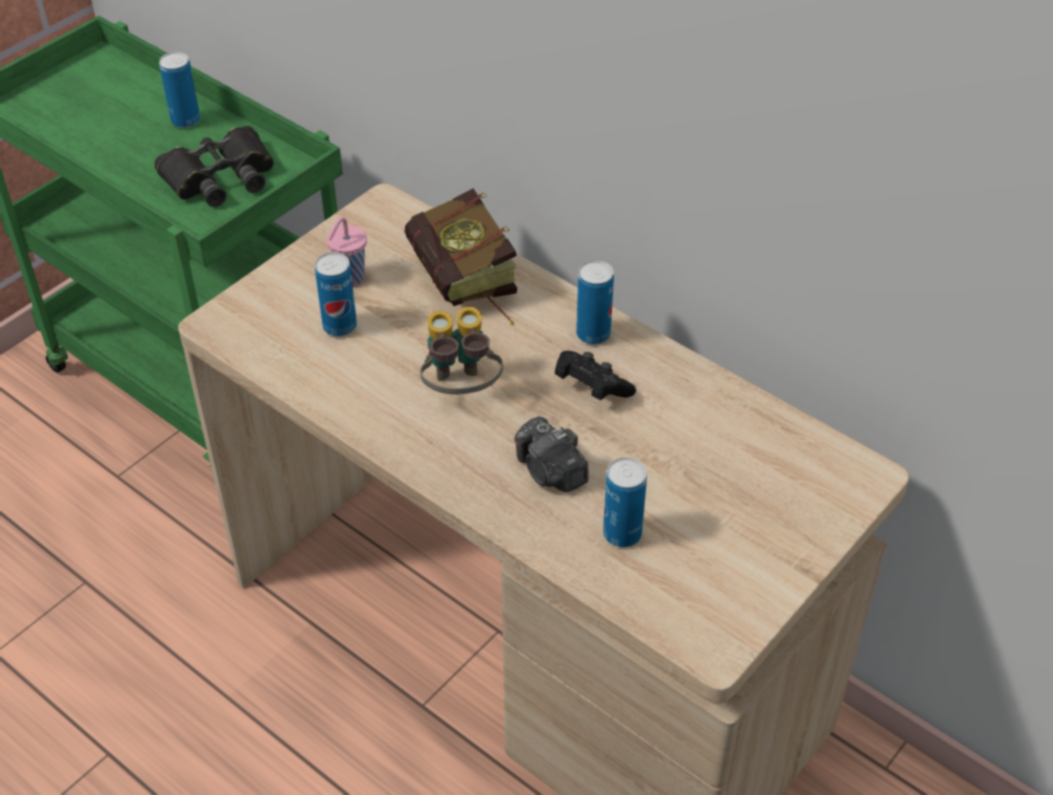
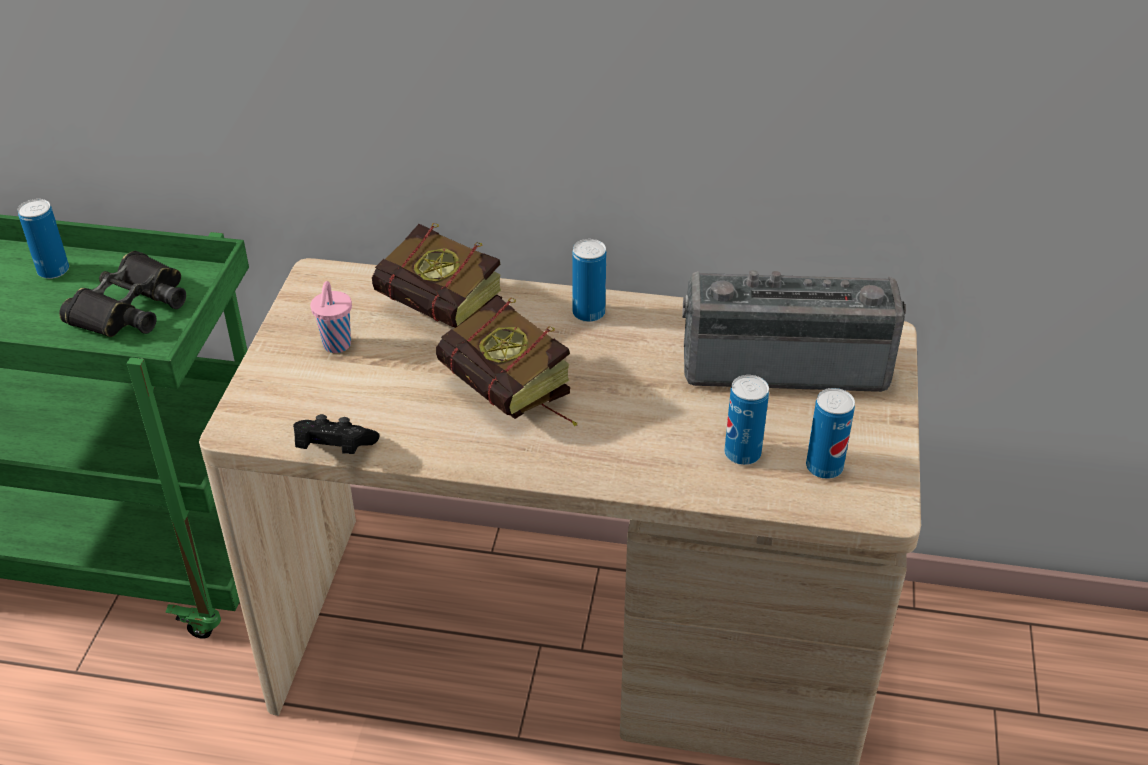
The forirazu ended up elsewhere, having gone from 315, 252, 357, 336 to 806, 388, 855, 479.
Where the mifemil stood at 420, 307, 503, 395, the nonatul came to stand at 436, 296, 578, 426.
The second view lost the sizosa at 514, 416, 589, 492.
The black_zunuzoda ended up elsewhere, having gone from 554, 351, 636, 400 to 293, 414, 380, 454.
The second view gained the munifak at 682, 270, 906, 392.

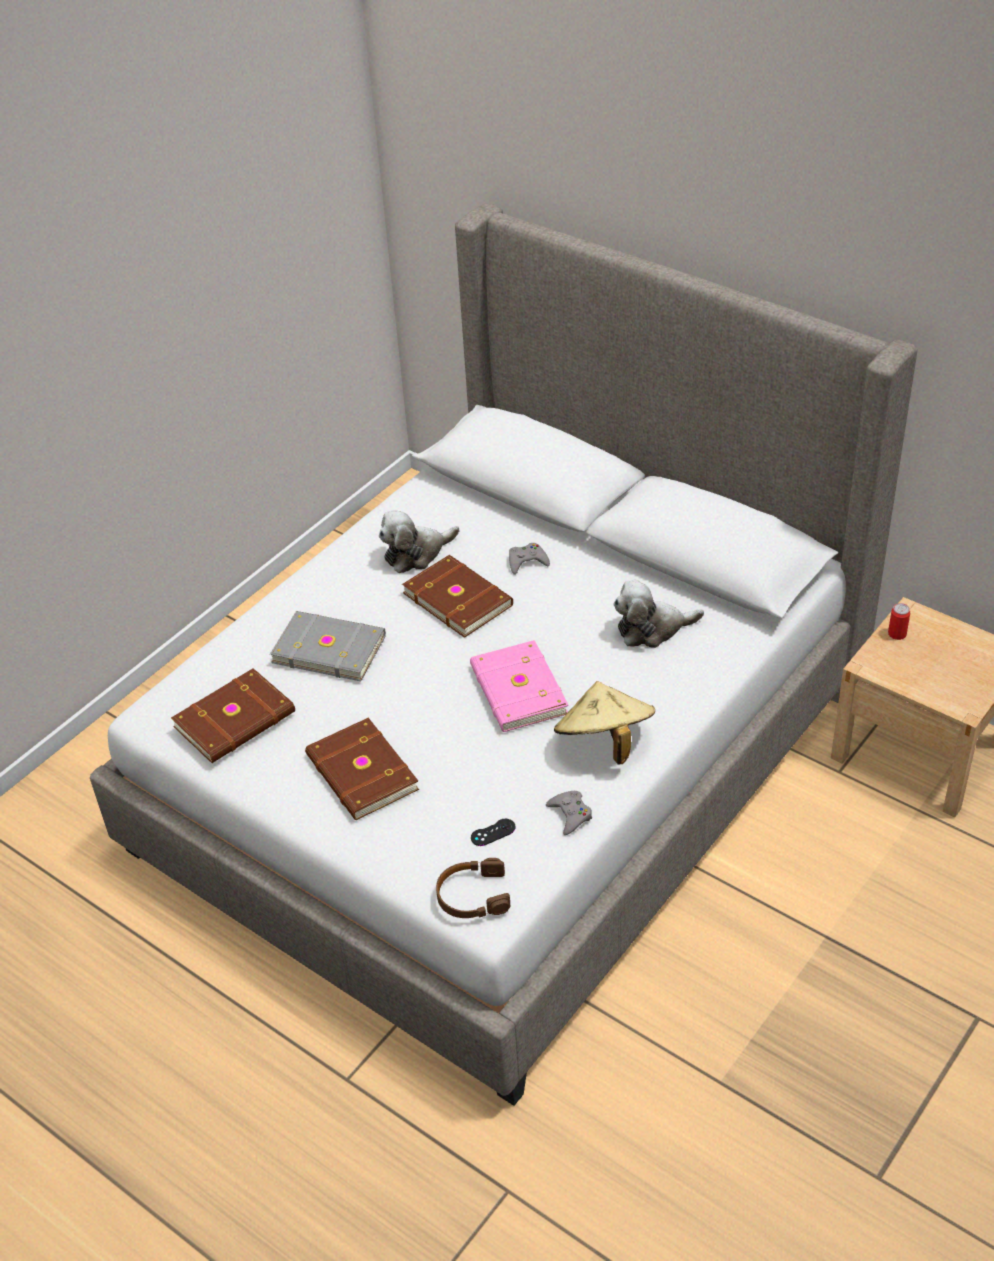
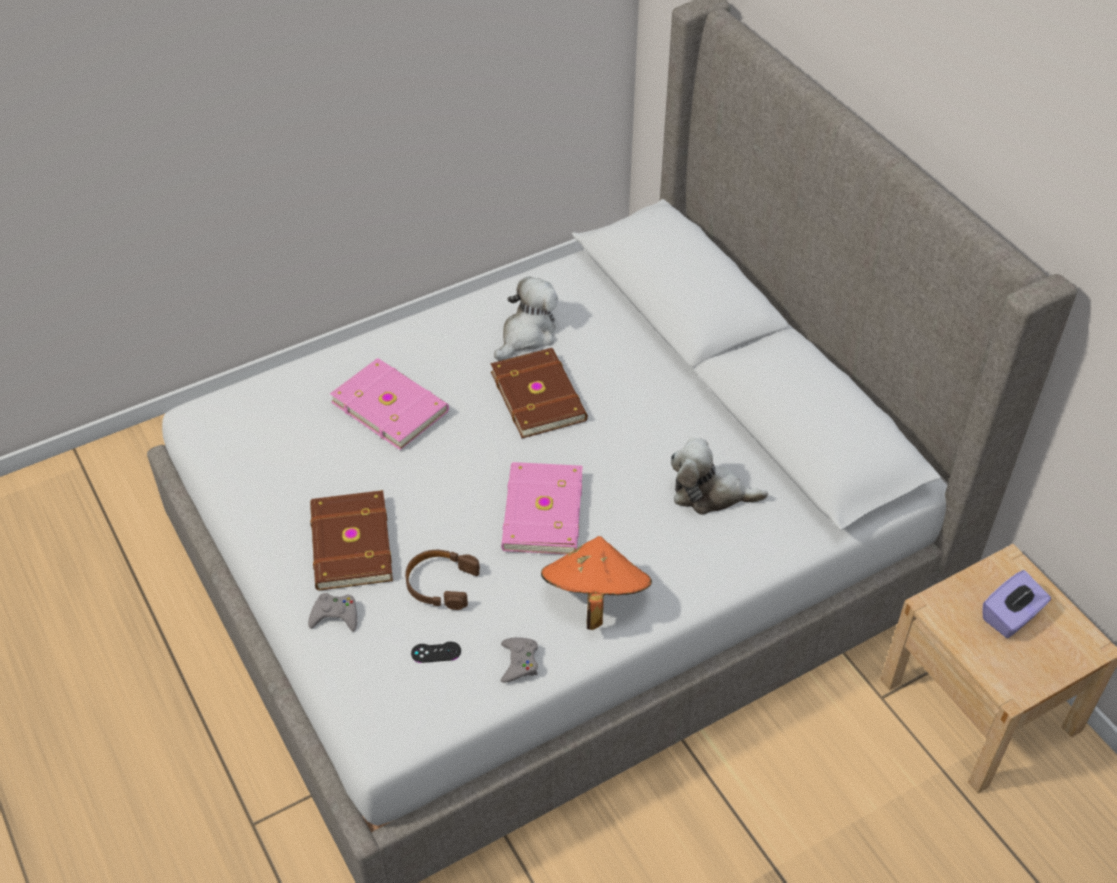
The second view lost the brown_nonatul at 171, 668, 295, 763.
What was the grey_nonatul at 270, 611, 386, 681 turned into the pink_nonatul at 330, 358, 449, 450.
The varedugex at 379, 510, 459, 573 ended up facing another way, 135 degrees clockwise from before.
The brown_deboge ended up elsewhere, having gone from 436, 858, 510, 918 to 405, 550, 480, 610.
The grey_zunuzoda ended up elsewhere, having gone from 509, 543, 550, 575 to 308, 593, 357, 632.
What was the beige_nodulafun at 554, 681, 655, 765 turned into the orange_nodulafun at 541, 536, 652, 630.
The second view lost the forirazu at 888, 603, 910, 640.
The second view gained the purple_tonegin at 982, 570, 1051, 638.

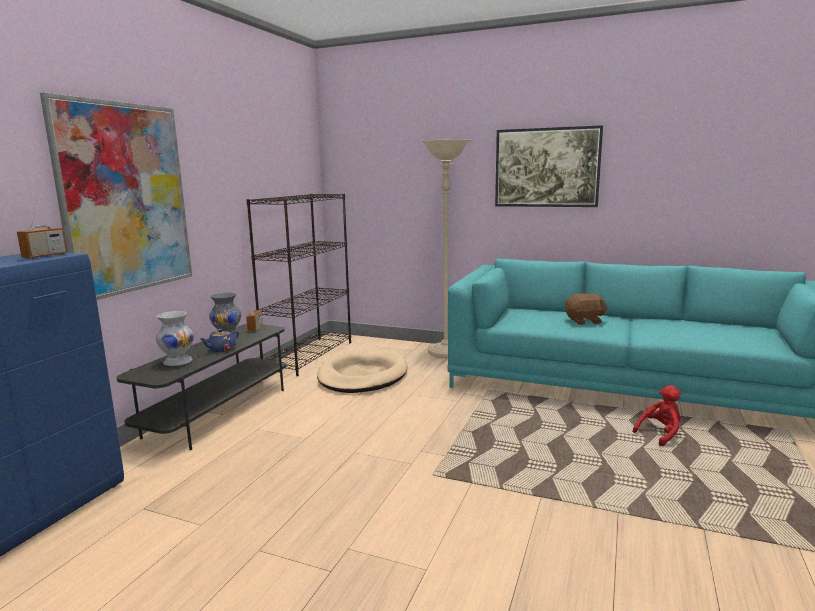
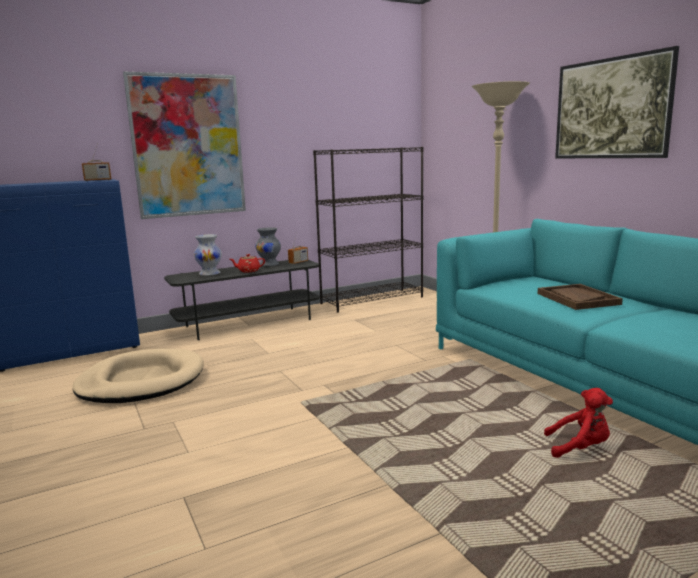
What was the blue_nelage at 200, 329, 239, 352 turned into the red_nelage at 230, 254, 265, 273.
The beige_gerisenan ended up elsewhere, having gone from 317, 349, 407, 393 to 72, 349, 203, 403.
Where the brown_varedugex stood at 565, 293, 607, 325, the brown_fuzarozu came to stand at 538, 284, 623, 310.

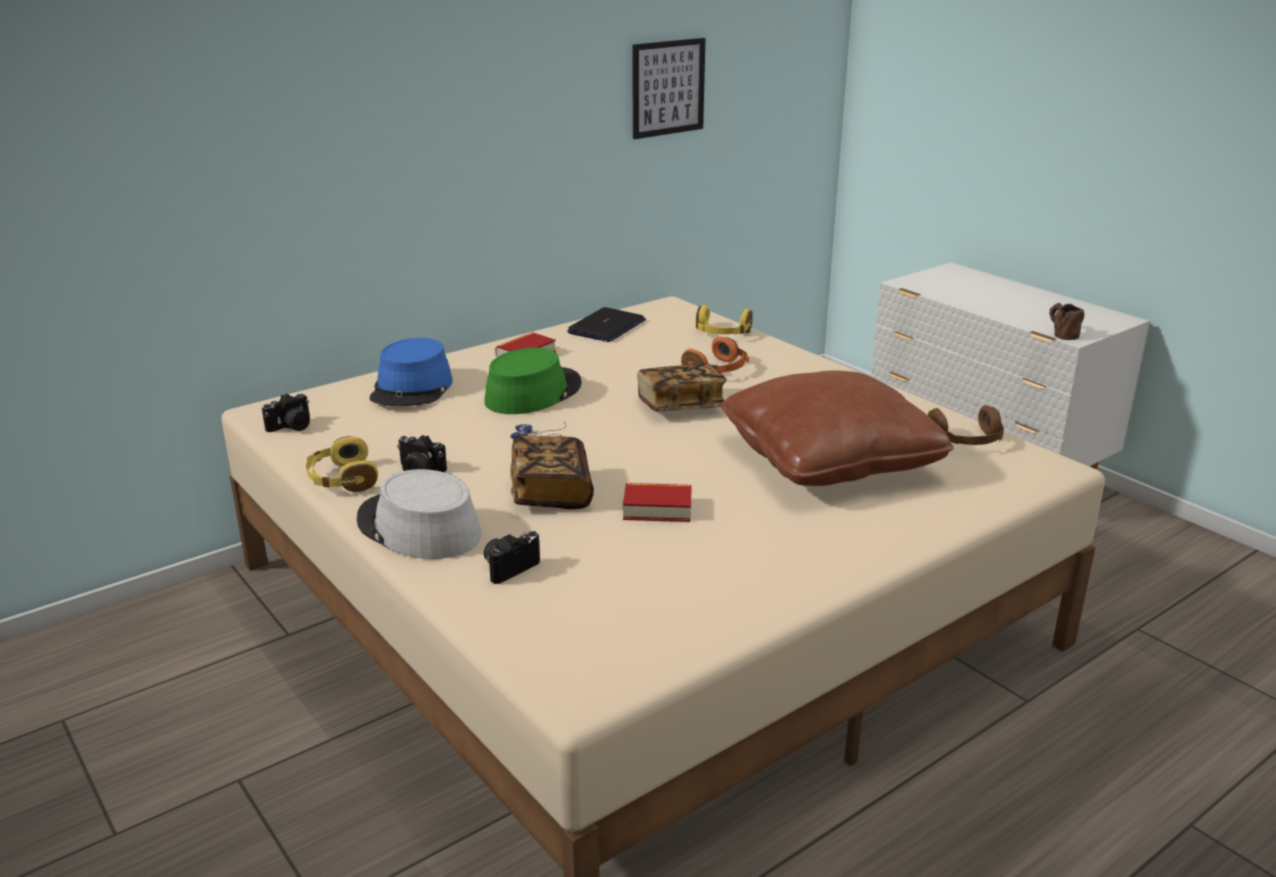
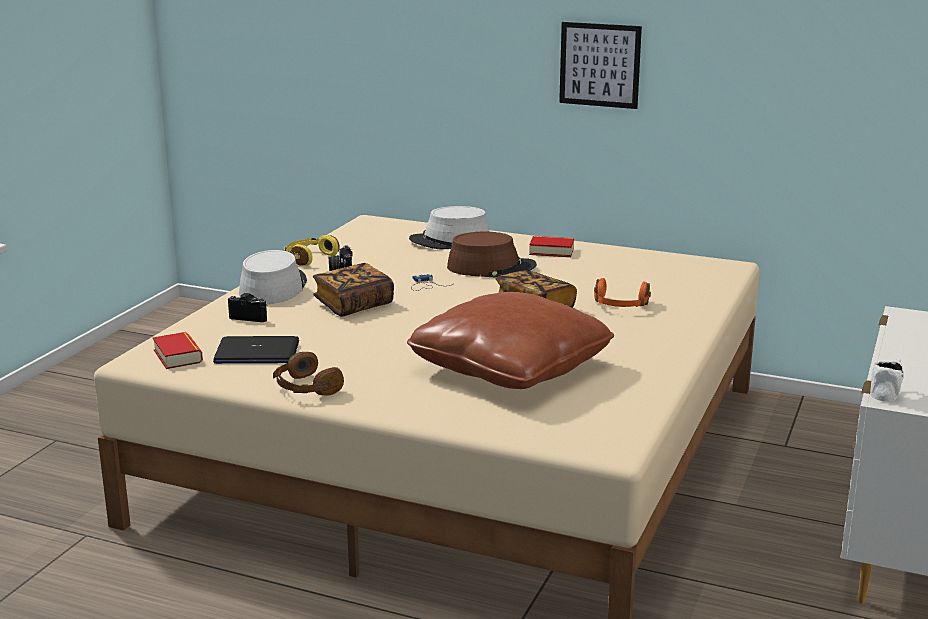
The second view lost the sizosa at 262, 393, 310, 432.
What was the blue_nodulafun at 370, 338, 453, 406 turned into the grey_nodulafun at 409, 206, 489, 249.
What was the green_nodulafun at 484, 348, 582, 414 turned into the brown_nodulafun at 447, 232, 537, 277.
The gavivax ended up elsewhere, having gone from 567, 307, 646, 342 to 213, 336, 299, 364.
The nonatul ended up elsewhere, having gone from 623, 483, 692, 522 to 153, 332, 203, 369.
The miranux ended up elsewhere, having gone from 633, 38, 706, 139 to 559, 22, 642, 109.
The second view lost the yellow_deboge at 695, 305, 753, 335.
The brown_deboge ended up elsewhere, having gone from 928, 405, 1004, 445 to 273, 352, 344, 396.
What was the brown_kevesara at 1049, 303, 1085, 340 turned into the white_kevesara at 870, 359, 904, 402.

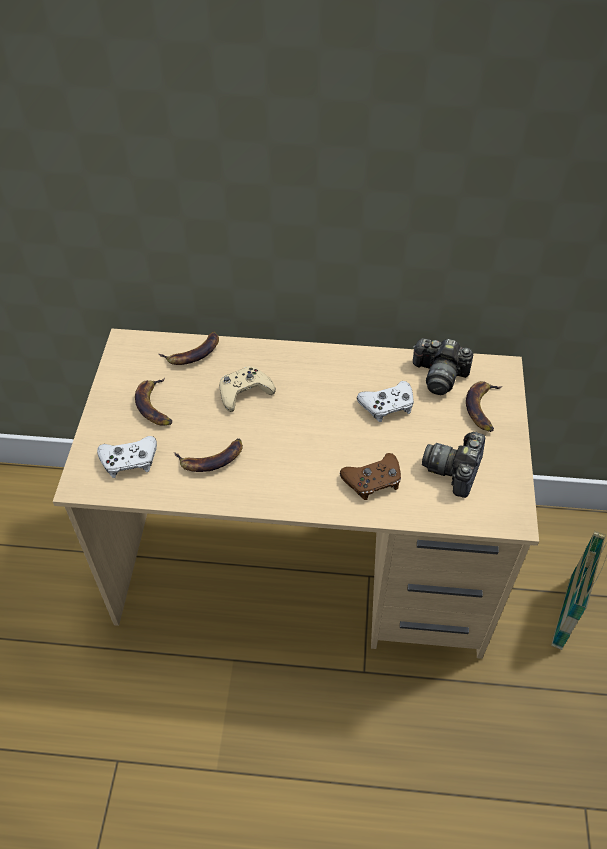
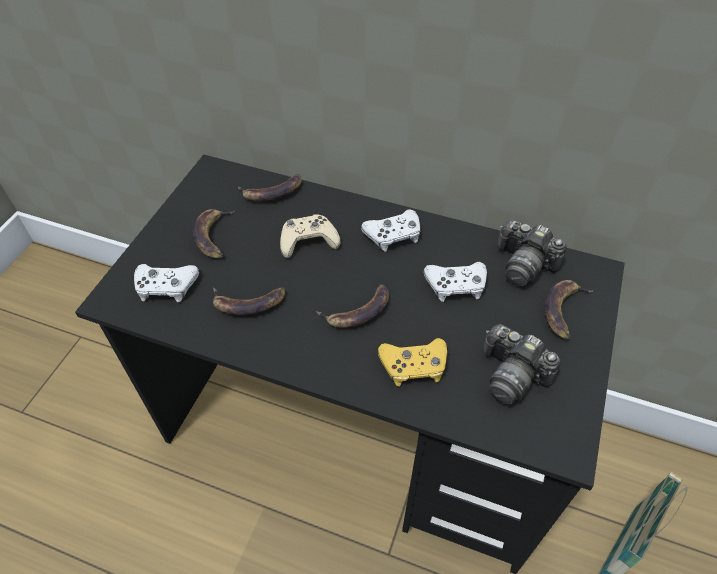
What was the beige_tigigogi at 53, 329, 539, 659 turned into the black_tigigogi at 75, 154, 625, 574.
What was the brown_zunuzoda at 340, 453, 401, 500 turned into the yellow_zunuzoda at 378, 338, 447, 386.
The sizosa at 422, 431, 485, 498 ended up facing another way, 90 degrees counterclockwise from before.
The second view gained the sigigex at 316, 284, 389, 328.
The second view gained the white_zunuzoda at 361, 209, 420, 251.

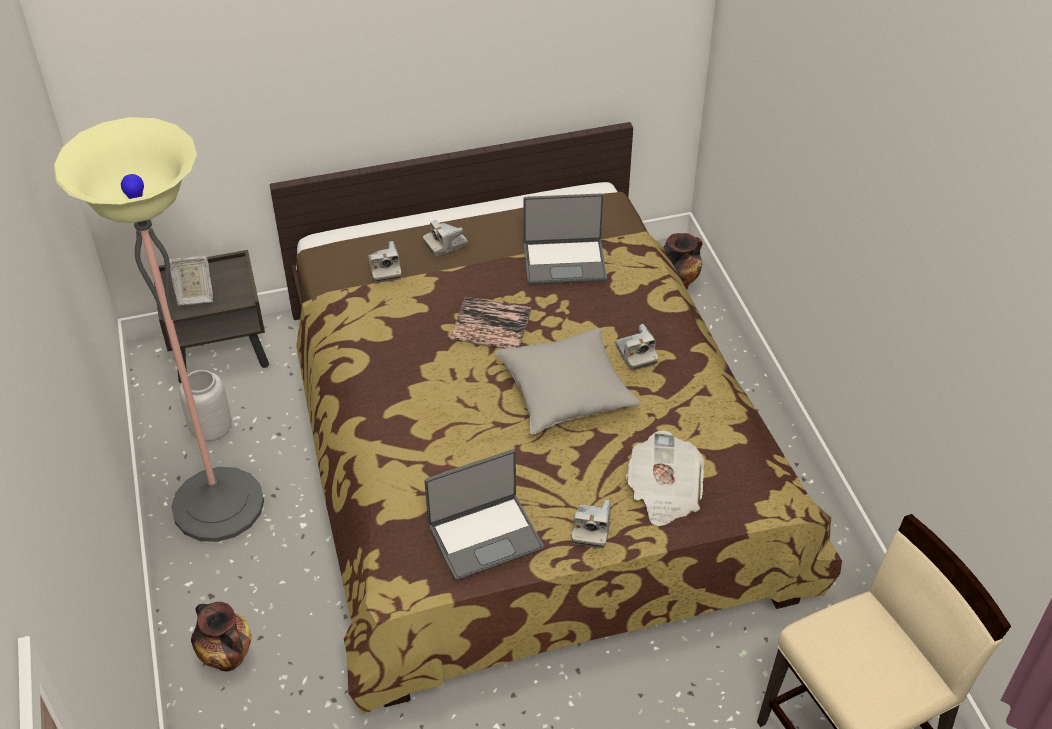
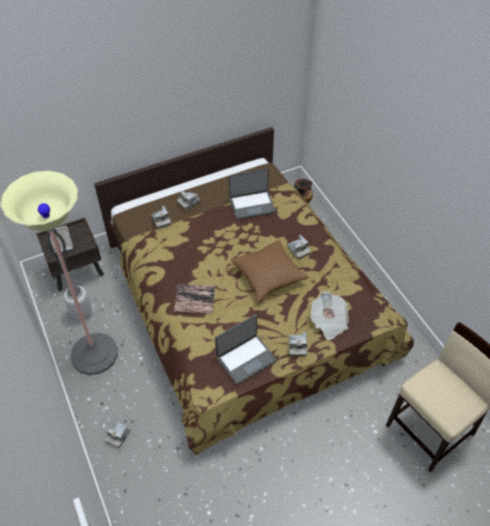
Where the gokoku stood at 191, 602, 251, 672, the sizosa came to stand at 105, 422, 131, 448.
The nonatul ended up elsewhere, having gone from 450, 297, 532, 349 to 174, 284, 215, 314.
What was the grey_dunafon at 495, 328, 641, 435 turned into the brown_dunafon at 230, 240, 309, 302.

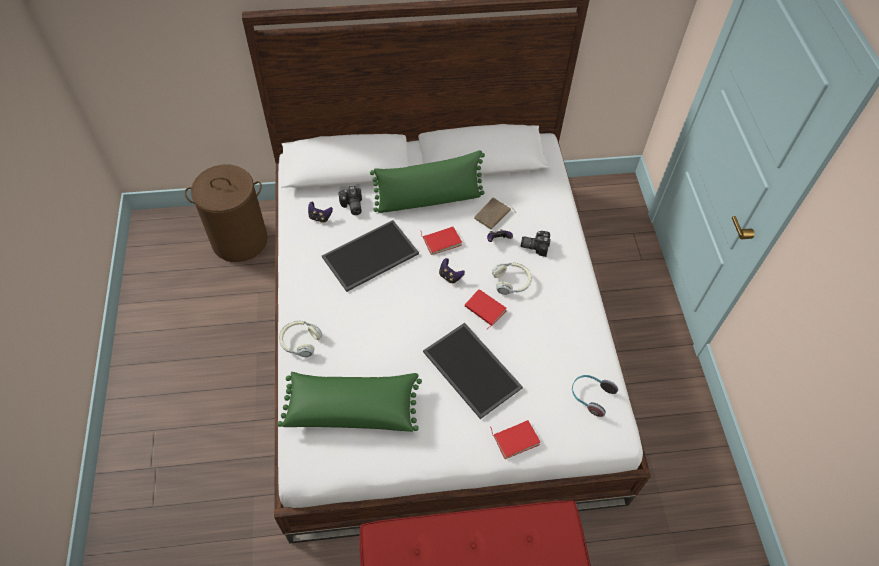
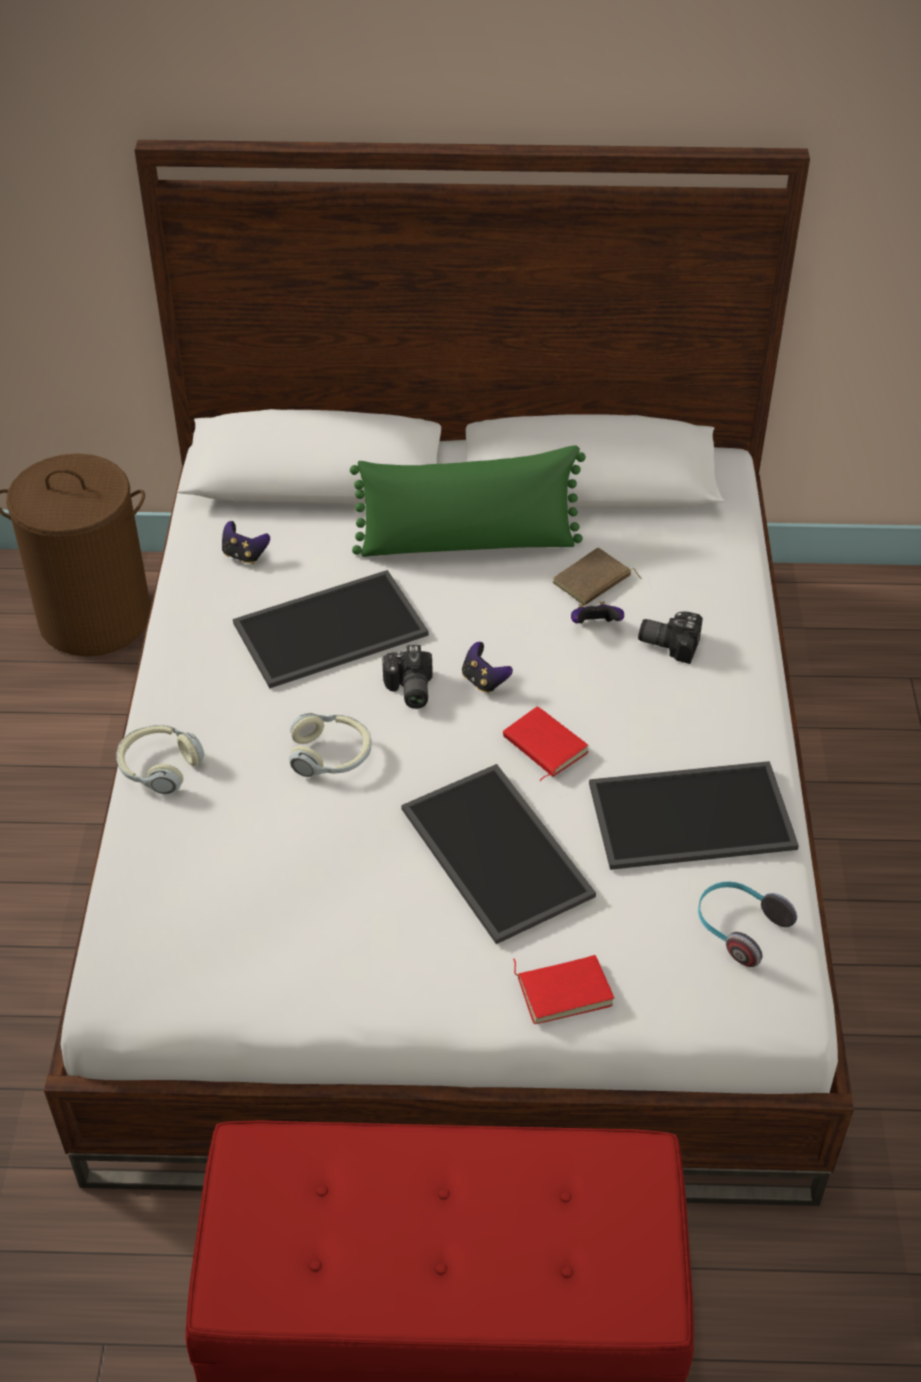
The second view lost the green_dunafon at 277, 372, 422, 432.
The sizosa ended up elsewhere, having gone from 338, 186, 362, 215 to 382, 645, 433, 709.
The second view lost the red_nonatul at 421, 227, 462, 255.
The deboge ended up elsewhere, having gone from 492, 263, 532, 295 to 289, 713, 372, 777.
The second view gained the fuzarozu at 589, 761, 799, 870.

